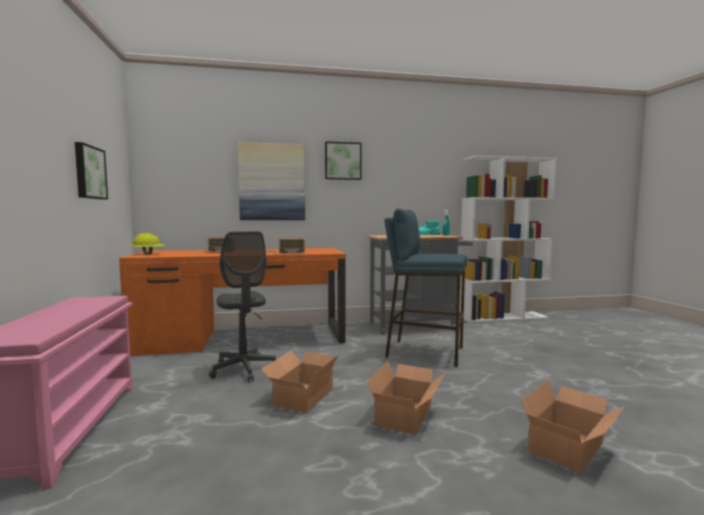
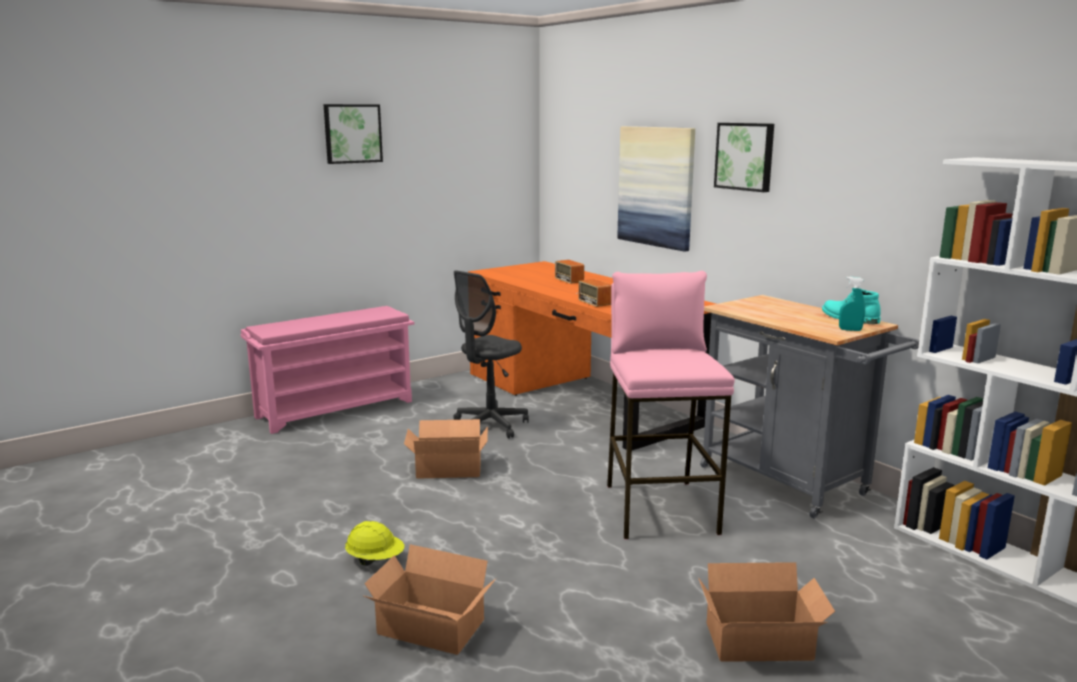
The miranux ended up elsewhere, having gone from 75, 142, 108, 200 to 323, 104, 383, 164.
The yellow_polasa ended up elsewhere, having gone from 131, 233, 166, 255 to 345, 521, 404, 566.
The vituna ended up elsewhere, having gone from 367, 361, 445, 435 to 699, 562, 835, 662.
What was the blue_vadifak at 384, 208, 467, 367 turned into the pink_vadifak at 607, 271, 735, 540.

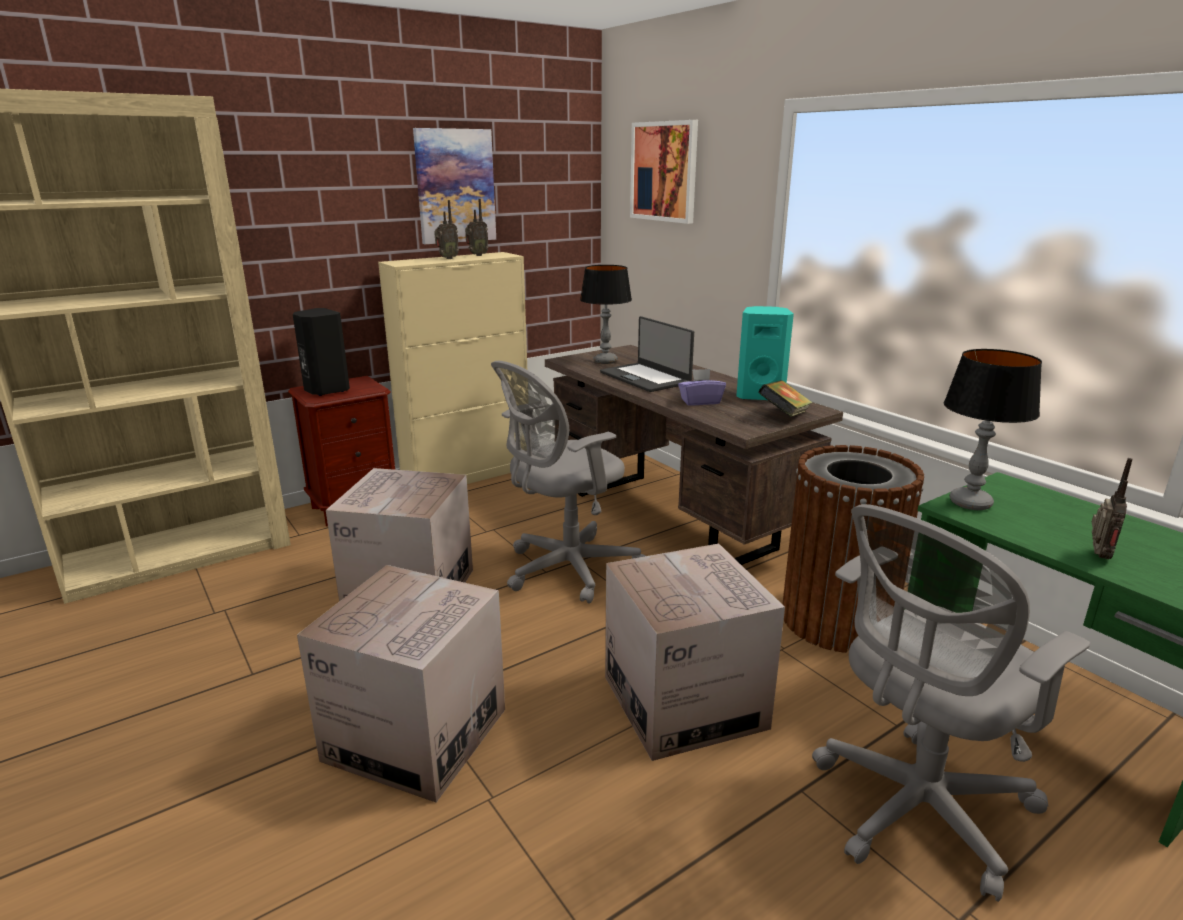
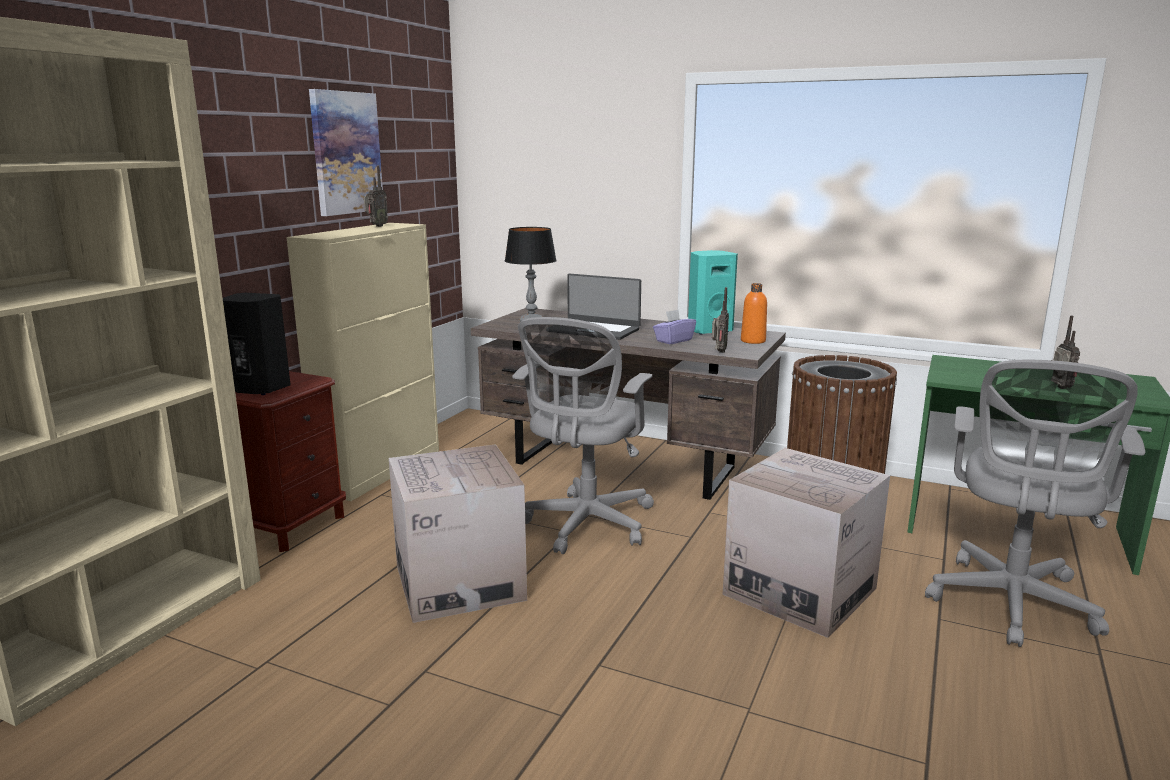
The second view lost the vituna at 297, 565, 505, 802.
The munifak ended up elsewhere, having gone from 434, 200, 459, 259 to 712, 287, 729, 353.
The second view lost the miranux at 630, 120, 698, 224.
Where the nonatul stood at 758, 380, 813, 417, the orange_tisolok came to stand at 741, 283, 767, 344.
The second view lost the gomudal at 944, 349, 1042, 510.

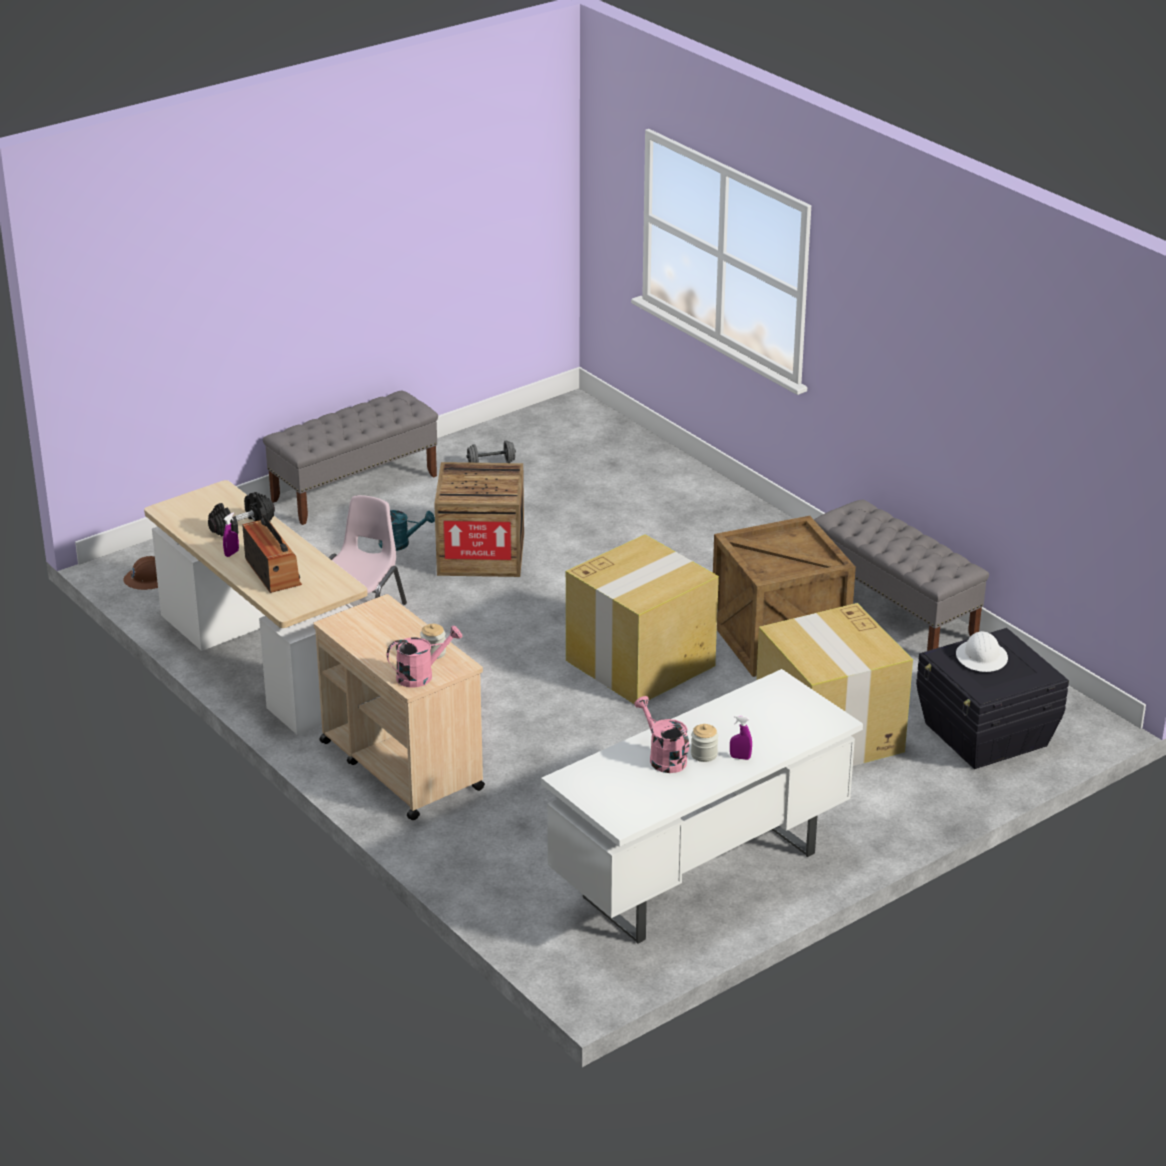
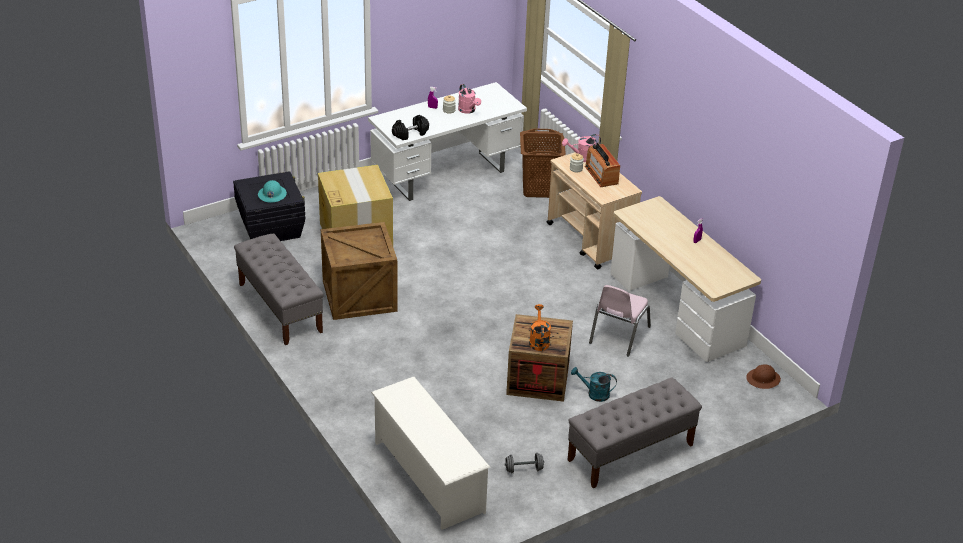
The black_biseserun ended up elsewhere, having gone from 208, 492, 275, 536 to 392, 115, 429, 140.
The munifak ended up elsewhere, having gone from 242, 514, 302, 593 to 585, 143, 620, 187.
The second view lost the vituna at 566, 534, 719, 704.
What was the white_polasa at 956, 631, 1008, 672 turned into the turquoise_polasa at 258, 180, 287, 203.
The second view gained the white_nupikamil at 371, 377, 490, 530.
The second view gained the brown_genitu at 520, 128, 566, 198.
The second view gained the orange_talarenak at 529, 304, 551, 351.

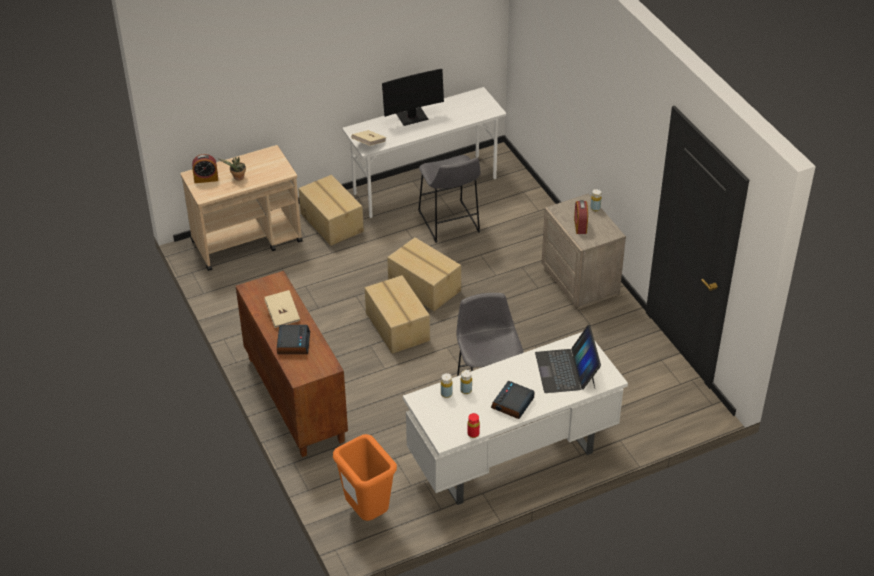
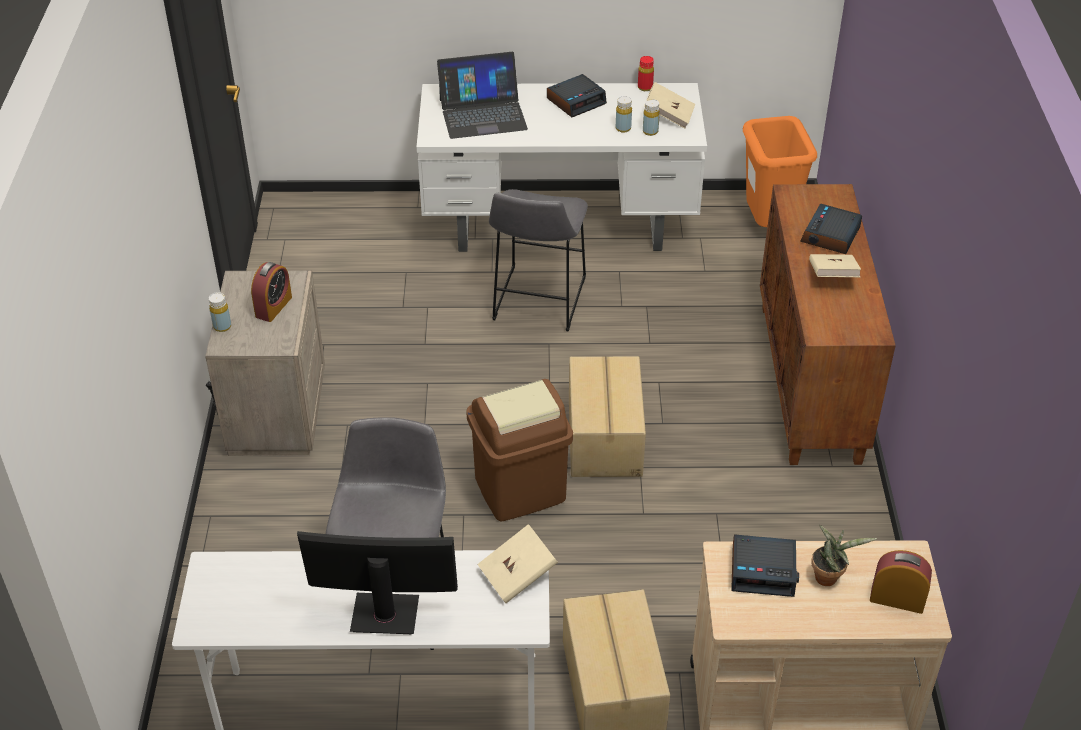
Where the vituna stood at 387, 237, 461, 311, the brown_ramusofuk came to stand at 466, 379, 573, 521.
The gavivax at 535, 325, 601, 393 ended up facing another way, 60 degrees clockwise from before.
The second view gained the beige_nonatul at 644, 82, 695, 128.
The second view gained the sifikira at 731, 534, 799, 597.

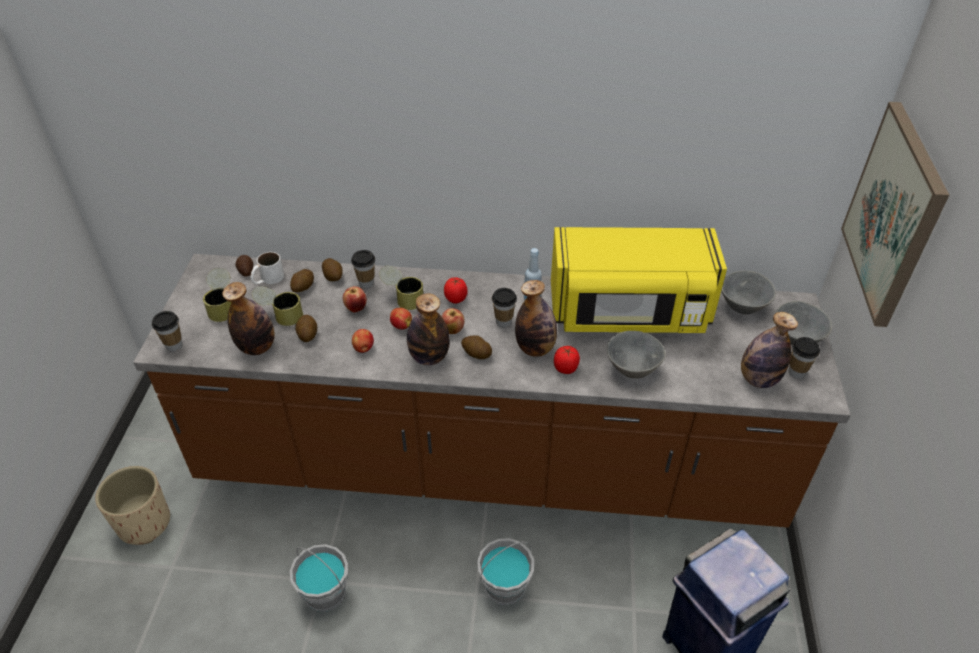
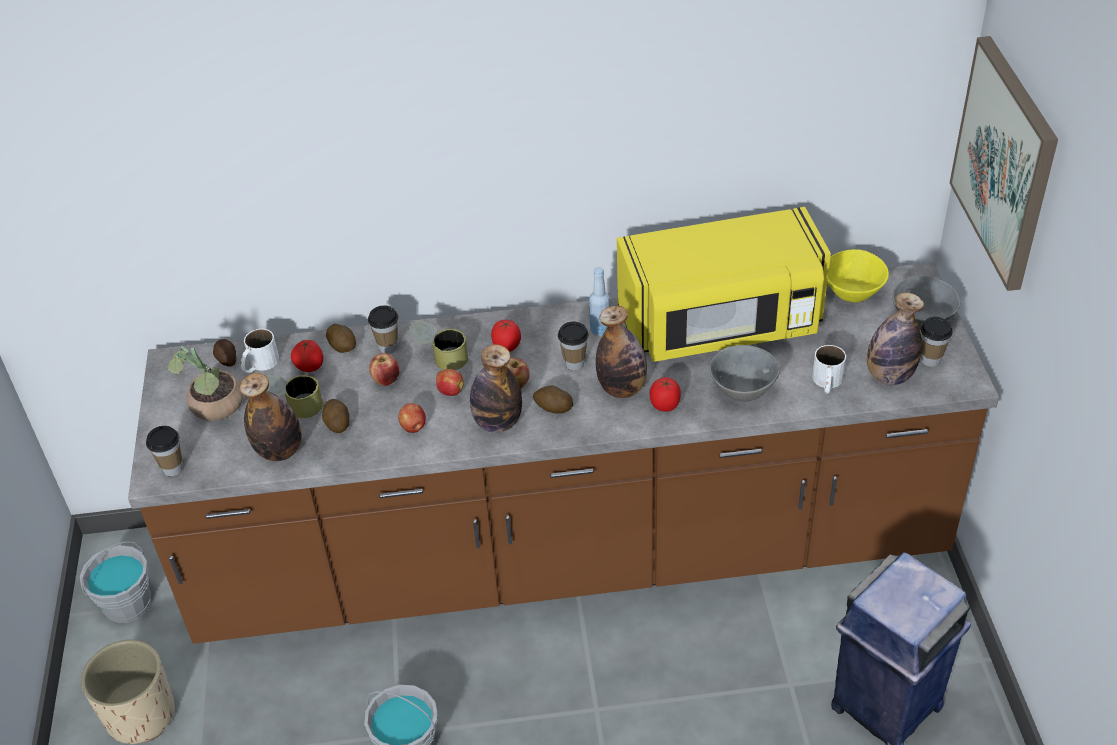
Where the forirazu stood at 203, 268, 232, 322, the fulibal came to stand at 168, 346, 244, 421.
Where the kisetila stood at 290, 269, 314, 292, the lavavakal came to stand at 291, 340, 323, 372.
The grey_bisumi ended up elsewhere, having gone from 477, 538, 534, 605 to 80, 541, 151, 623.
What was the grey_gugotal at 721, 271, 776, 314 turned into the yellow_gugotal at 827, 249, 889, 303.
The second view gained the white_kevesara at 812, 345, 846, 394.

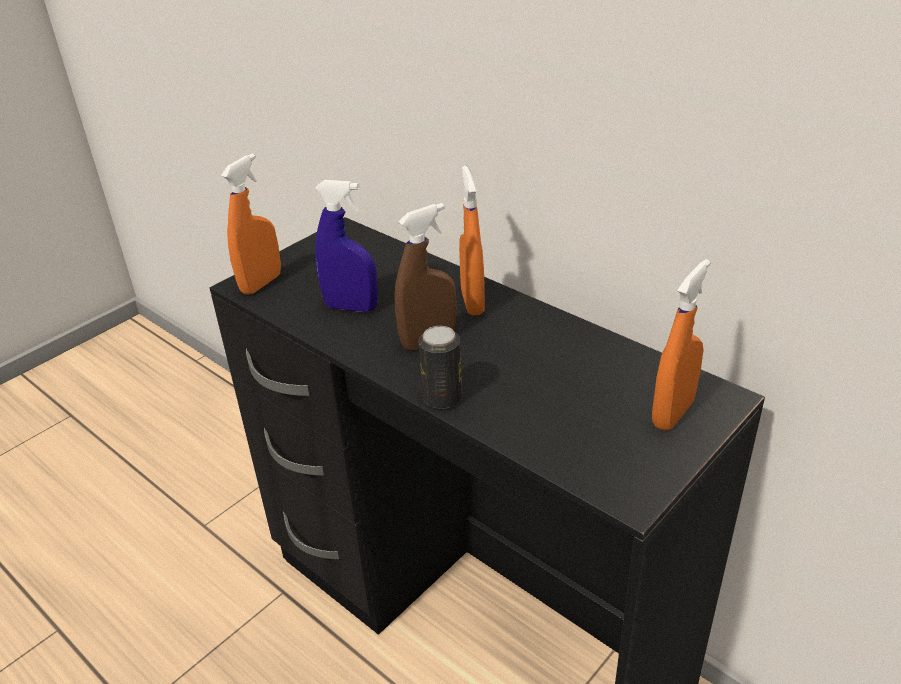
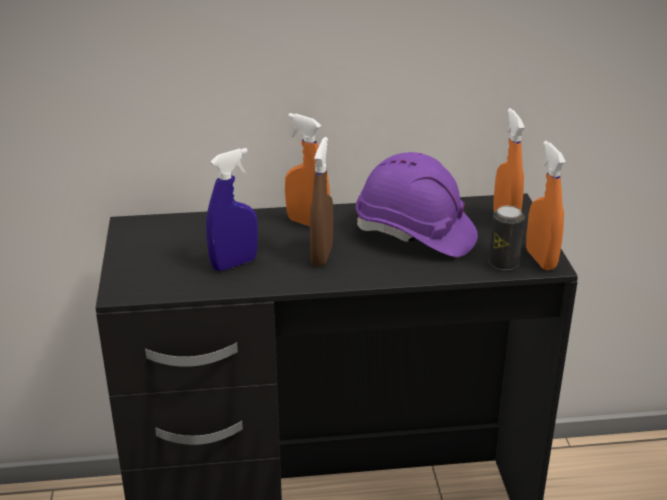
The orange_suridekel ended up elsewhere, having gone from 221, 153, 281, 295 to 526, 141, 566, 270.
The forirazu ended up elsewhere, having gone from 419, 326, 462, 409 to 489, 206, 525, 270.
The second view gained the purple_polasa at 356, 152, 478, 257.

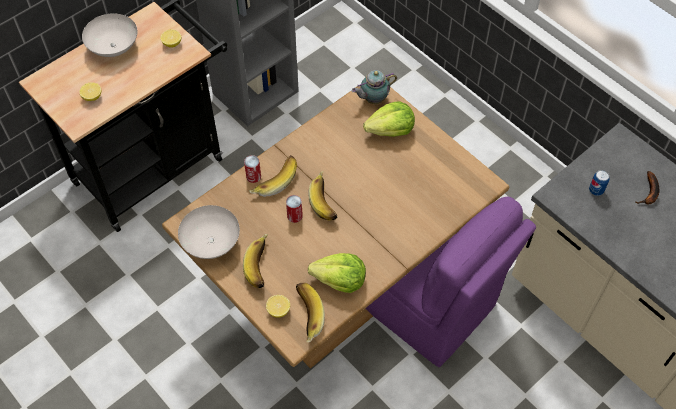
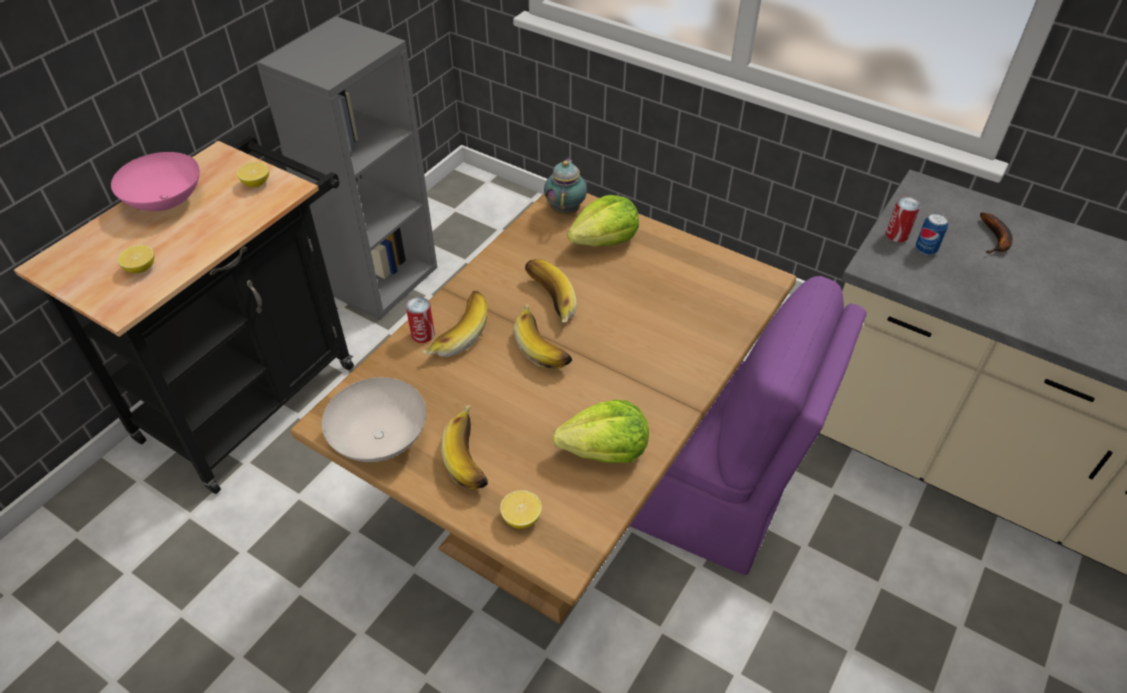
What was the white_gugotal at 82, 13, 137, 57 turned into the pink_gugotal at 111, 152, 200, 211.
The forirazu ended up elsewhere, having gone from 286, 195, 303, 223 to 886, 197, 920, 242.
The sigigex ended up elsewhere, having gone from 296, 283, 325, 342 to 525, 259, 577, 323.
The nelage at 352, 70, 397, 104 ended up facing another way, 135 degrees clockwise from before.

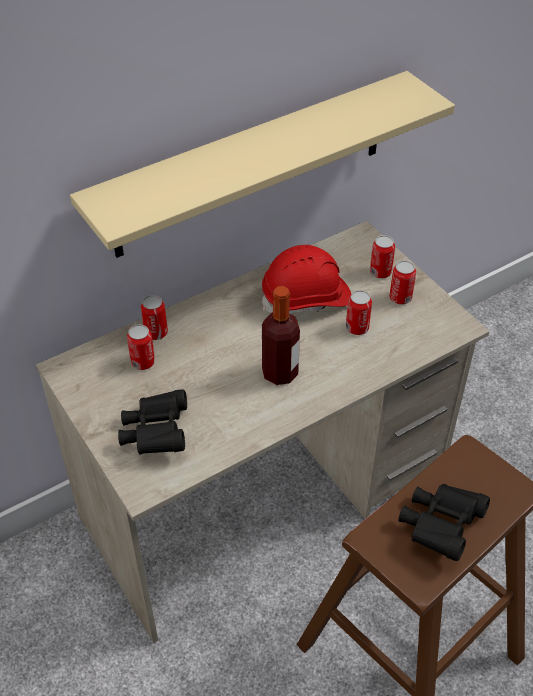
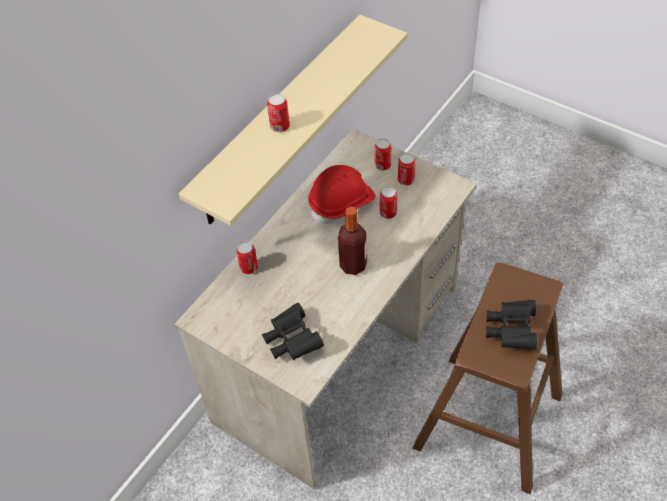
The forirazu ended up elsewhere, having gone from 127, 324, 155, 370 to 267, 94, 290, 132.

